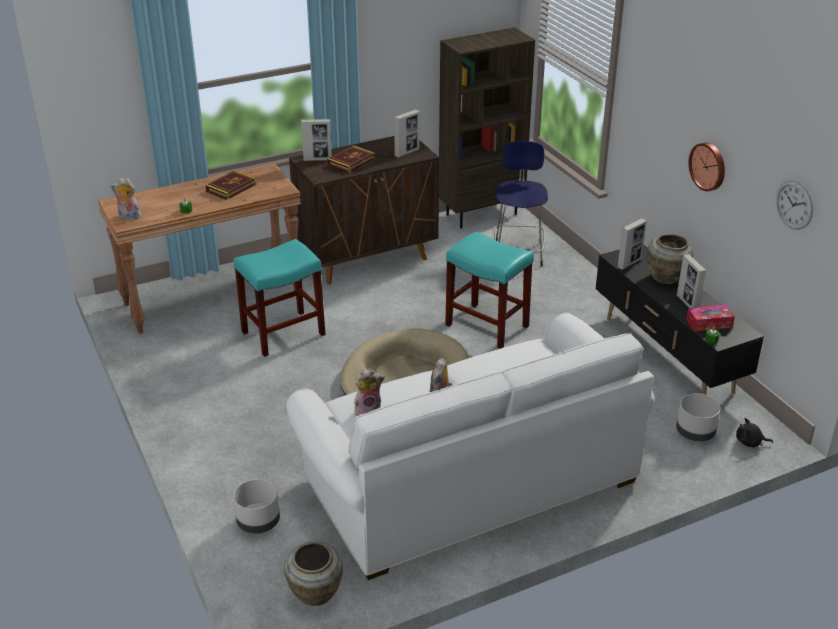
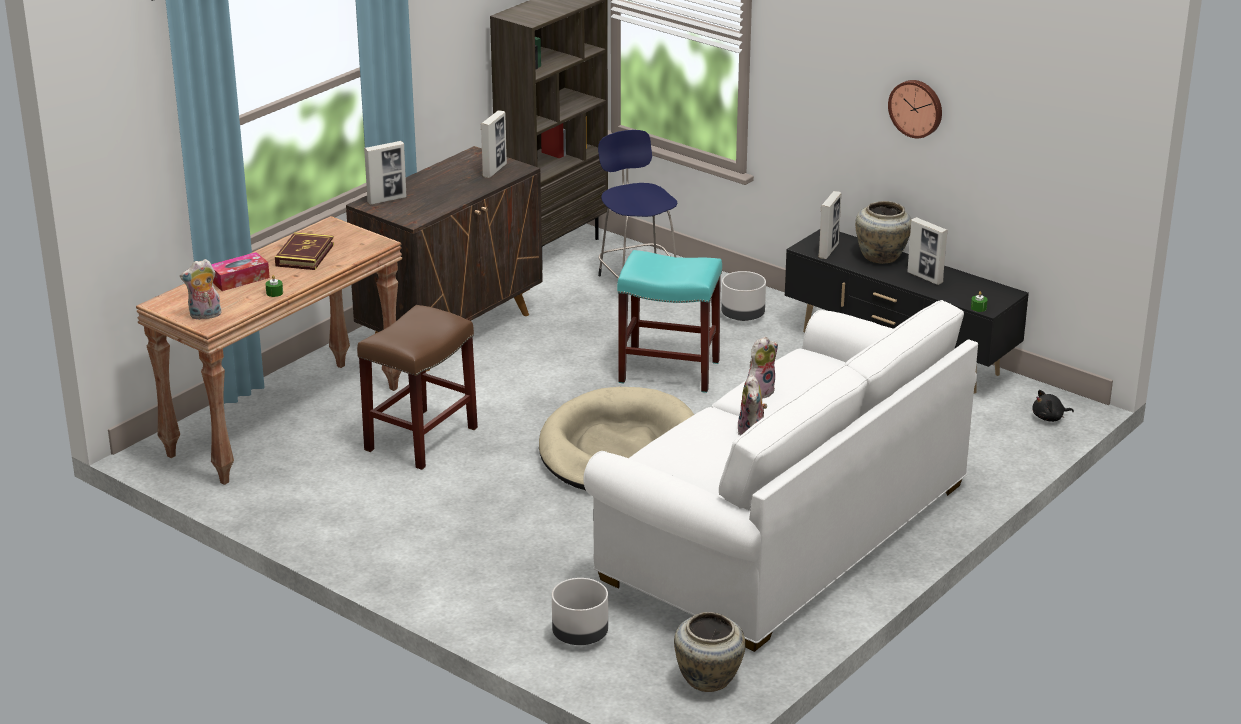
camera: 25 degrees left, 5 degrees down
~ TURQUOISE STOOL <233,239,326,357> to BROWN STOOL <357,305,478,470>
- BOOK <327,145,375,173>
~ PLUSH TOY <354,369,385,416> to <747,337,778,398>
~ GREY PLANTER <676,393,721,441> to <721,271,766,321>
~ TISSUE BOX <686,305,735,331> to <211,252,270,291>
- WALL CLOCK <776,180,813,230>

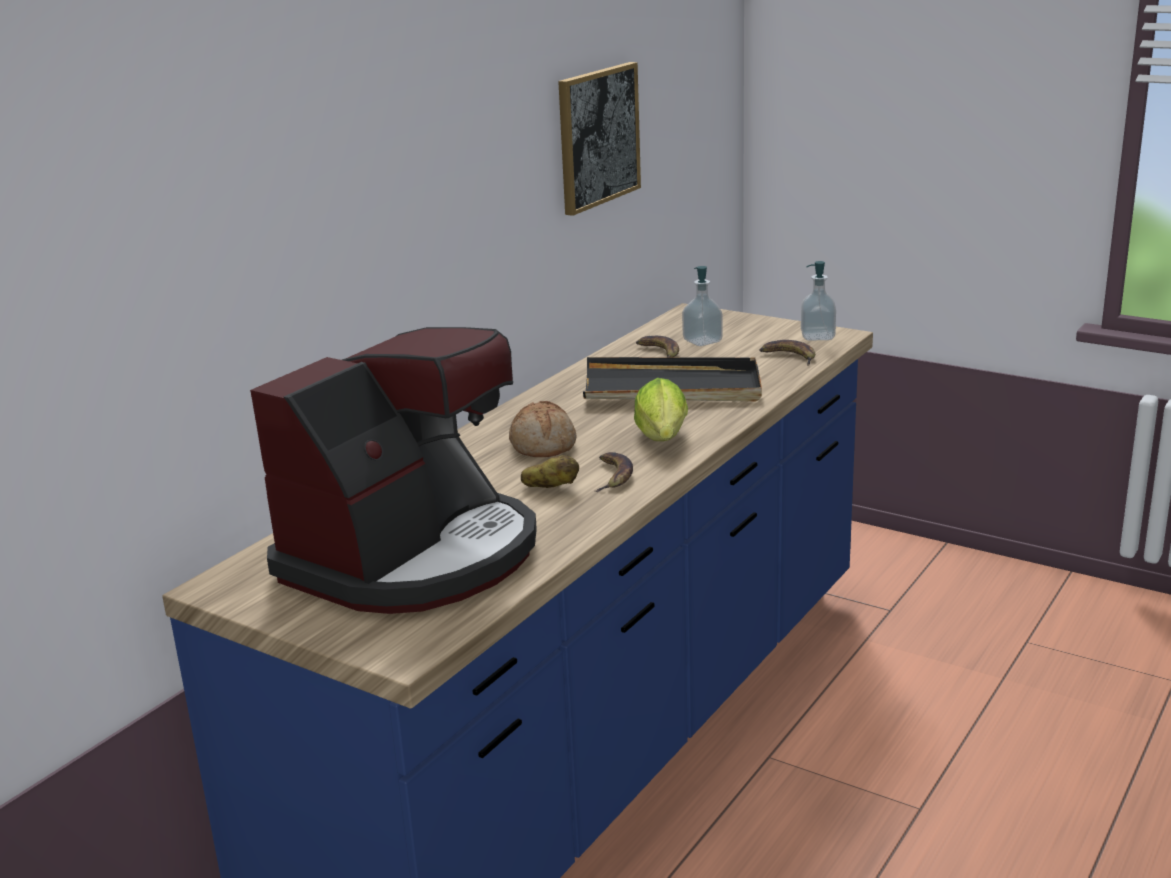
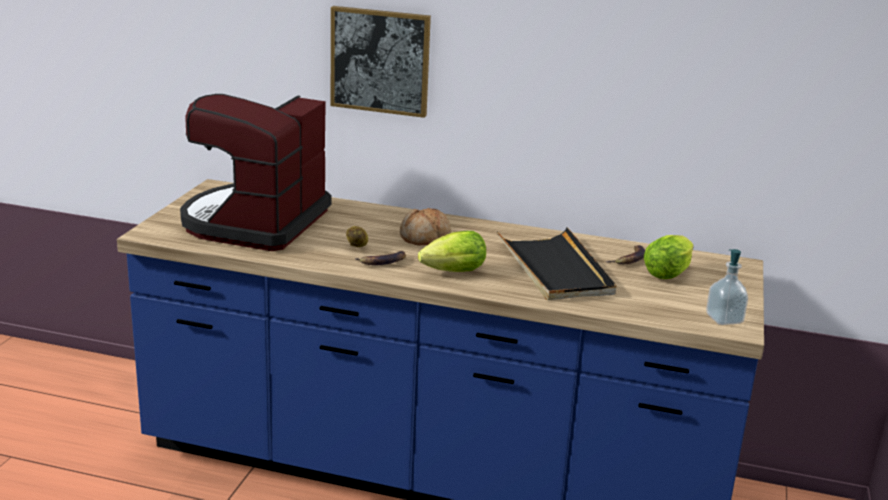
camera: 70 degrees right, 0 degrees up
~ COFFEE MACHINE <250,327,537,614> = <180,94,332,251> 90 degrees clockwise
~ PICTURE <558,62,641,216> to <331,6,431,118>
~ SOAP DISPENSER <682,266,723,346> to LETTUCE <644,235,694,279>
- BANANA <759,340,815,365>

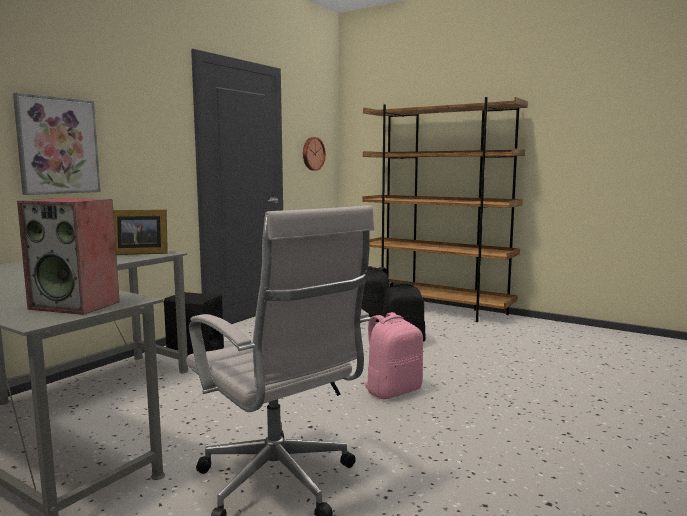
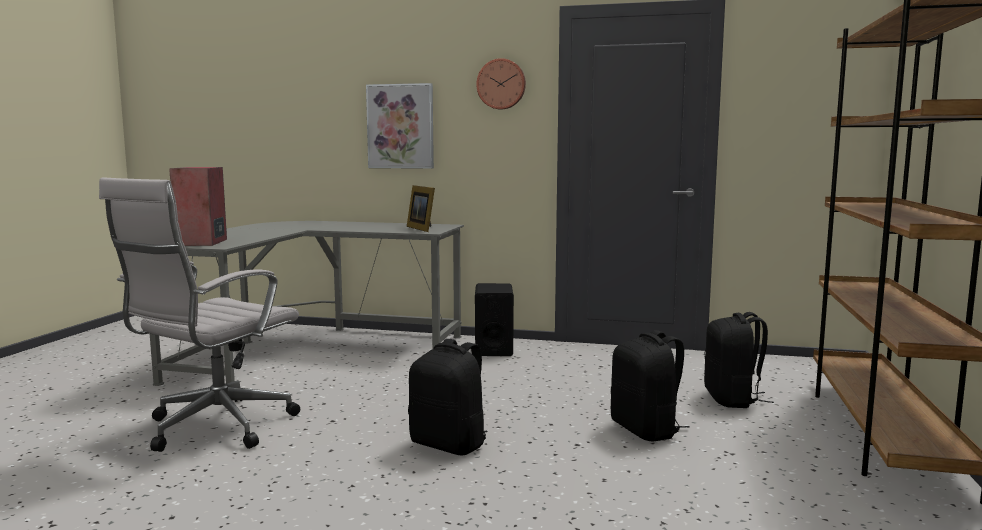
camera: 70 degrees right, 0 degrees up
~ WALL CLOCK <303,137,326,171> to <476,58,526,110>
~ PINK BACKPACK <363,312,423,400> to BLACK BACKPACK <408,339,488,455>

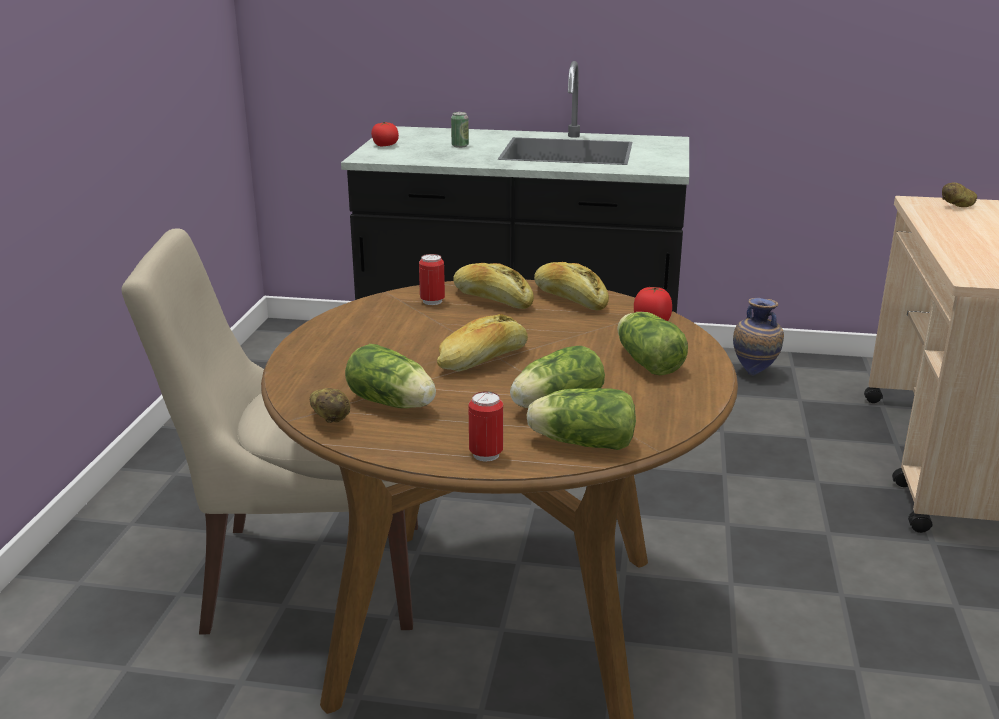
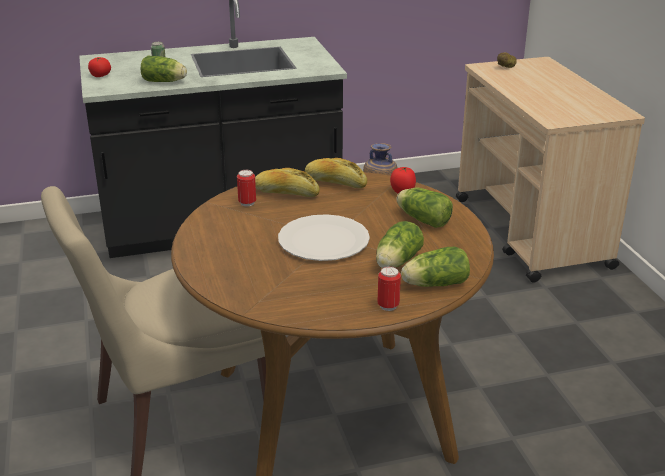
camera: 25 degrees left, 5 degrees up
- POTATO <310,388,350,423>
~ LETTUCE <345,344,436,408> to <140,55,187,82>
~ BREAD <437,314,528,372> to WHITE PLATE <278,214,370,261>

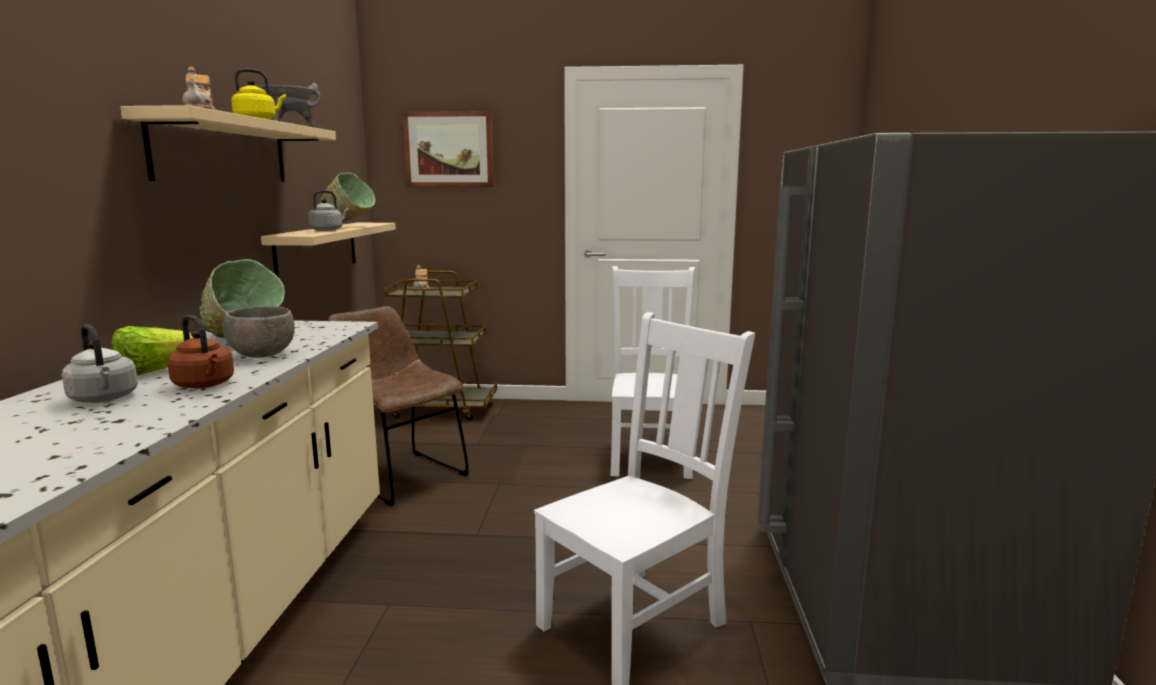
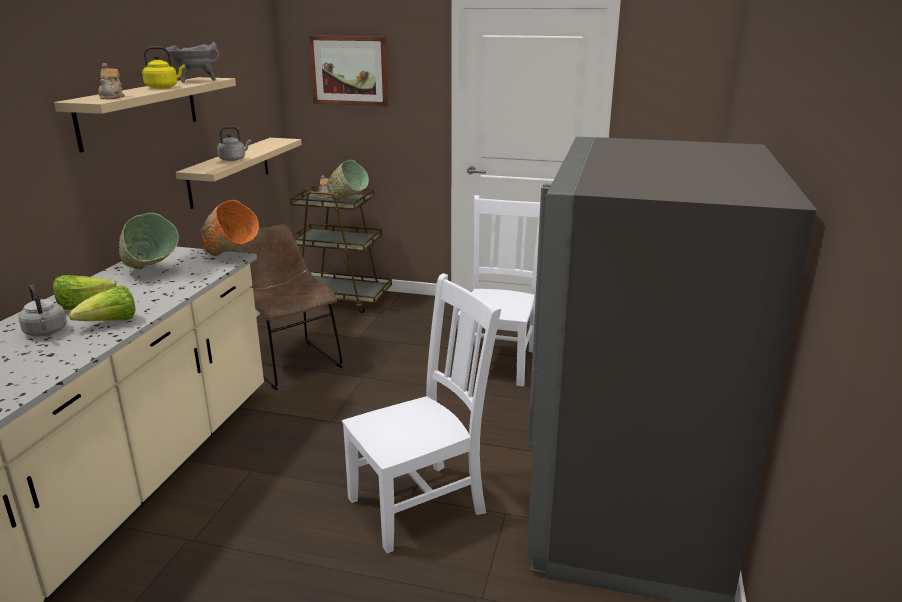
camera: 10 degrees right, 10 degrees up
~ BROWN KETTLE <167,315,234,388> to LETTUCE <69,286,135,321>
- GREY BOWL <222,306,295,358>
~ GREEN BOWL <319,172,376,222> to <327,160,369,201>
+ ORANGE BOWL <200,200,259,256>

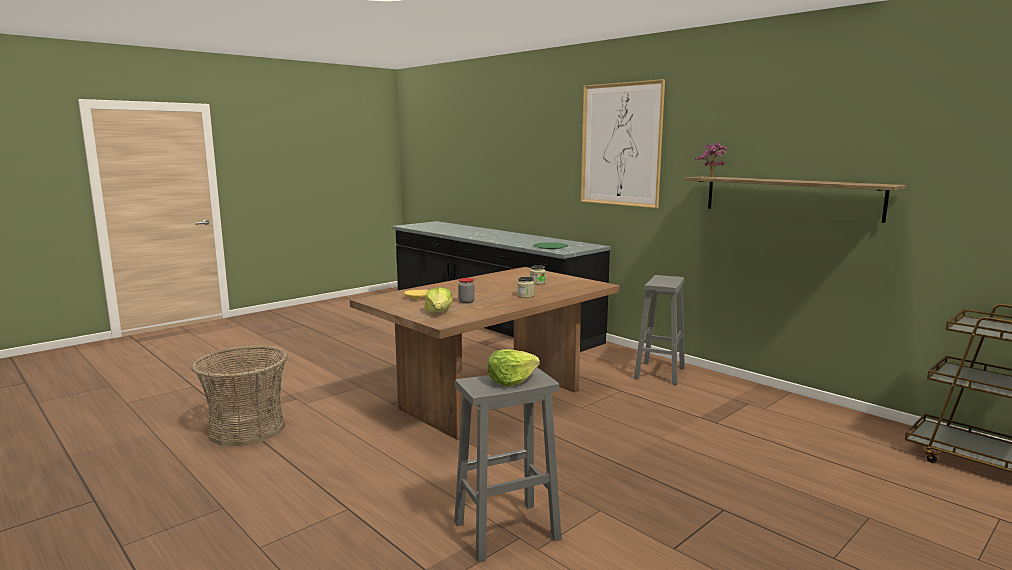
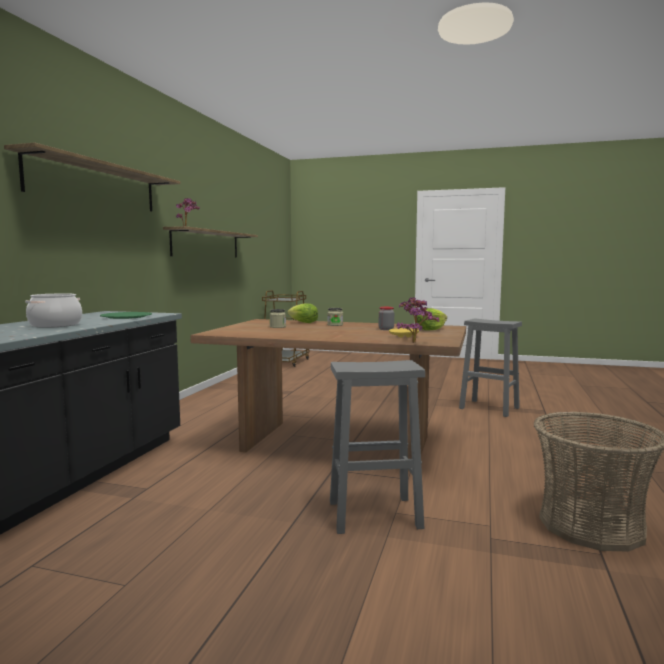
camera: 120 degrees left, 5 degrees down
~ LETTUCE <487,349,540,386> to <287,304,318,323>
~ PICTURE <581,79,665,208> to SHELF <4,143,180,212>
~ GREY STOOL <634,275,685,385> to <330,360,425,534>
+ COOKING POT <25,293,82,328>
+ POTTED PLANT <396,297,439,343>

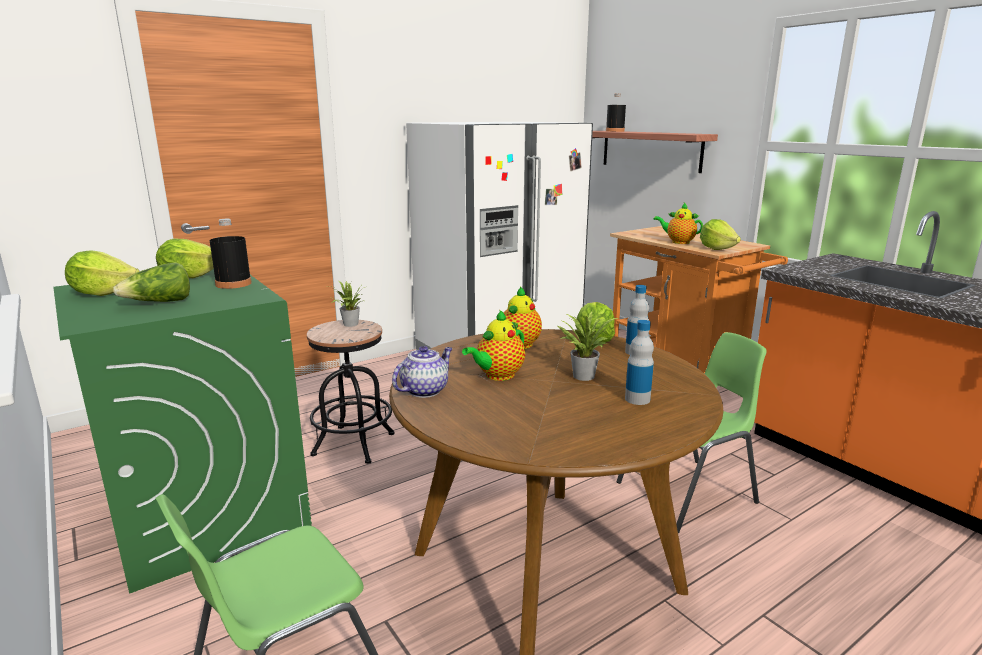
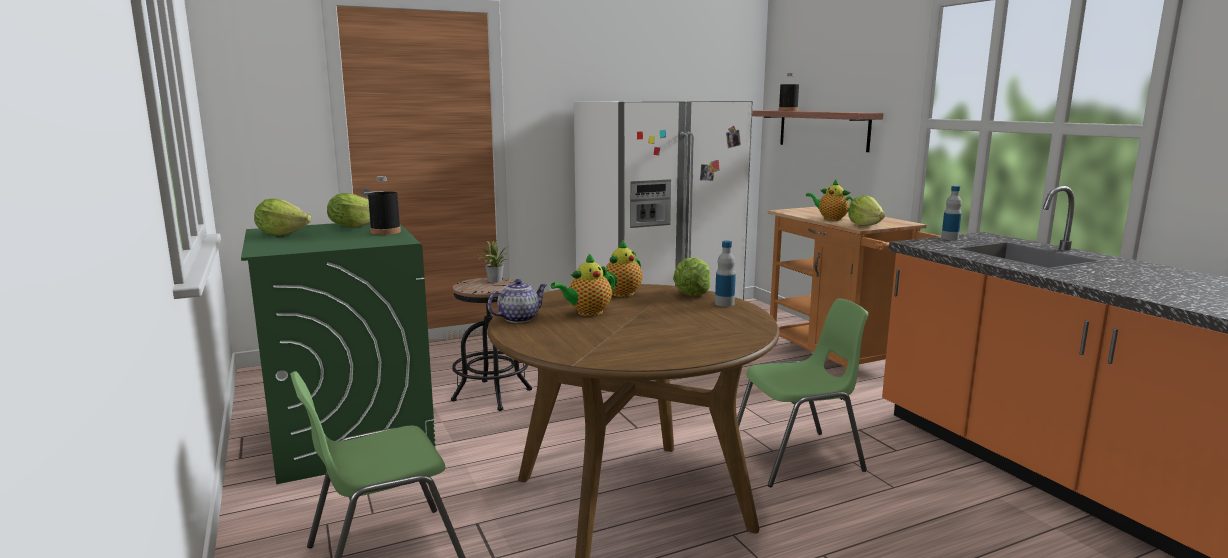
camera: 10 degrees right, 5 degrees down
- LETTUCE <113,262,190,302>
- POTTED PLANT <558,311,618,381>
~ BOTTLE <625,320,654,405> to <941,186,962,240>

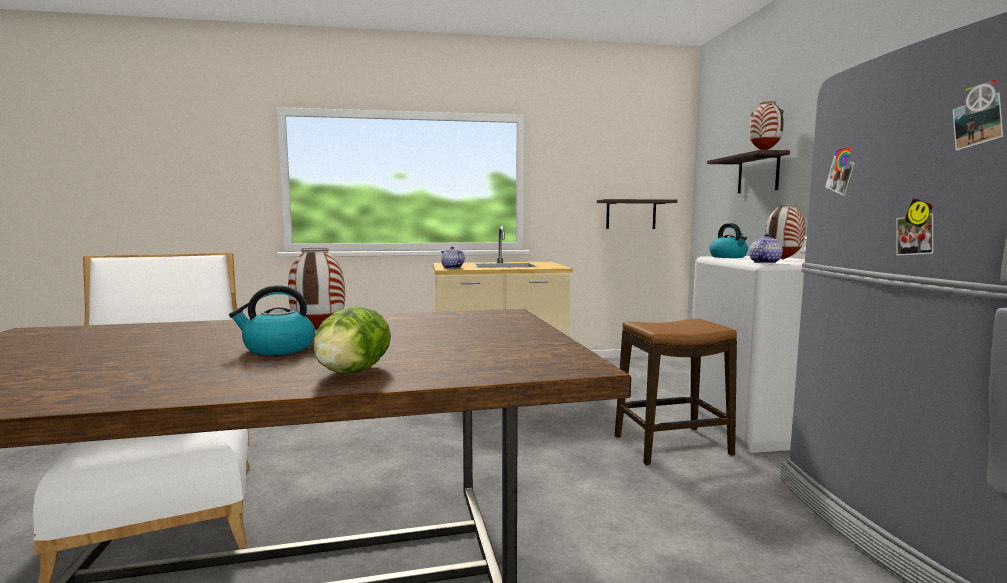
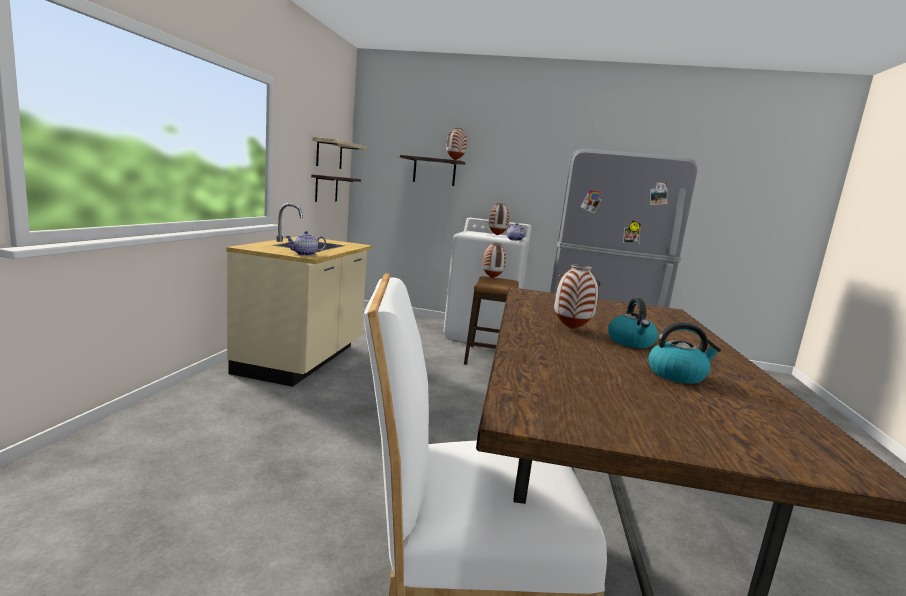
camera: 70 degrees left, 5 degrees up
- LETTUCE <314,307,391,374>
~ KETTLE <709,223,748,258> to <648,322,721,384>
+ SHELF <312,137,367,169>
+ VASE <483,242,506,278>

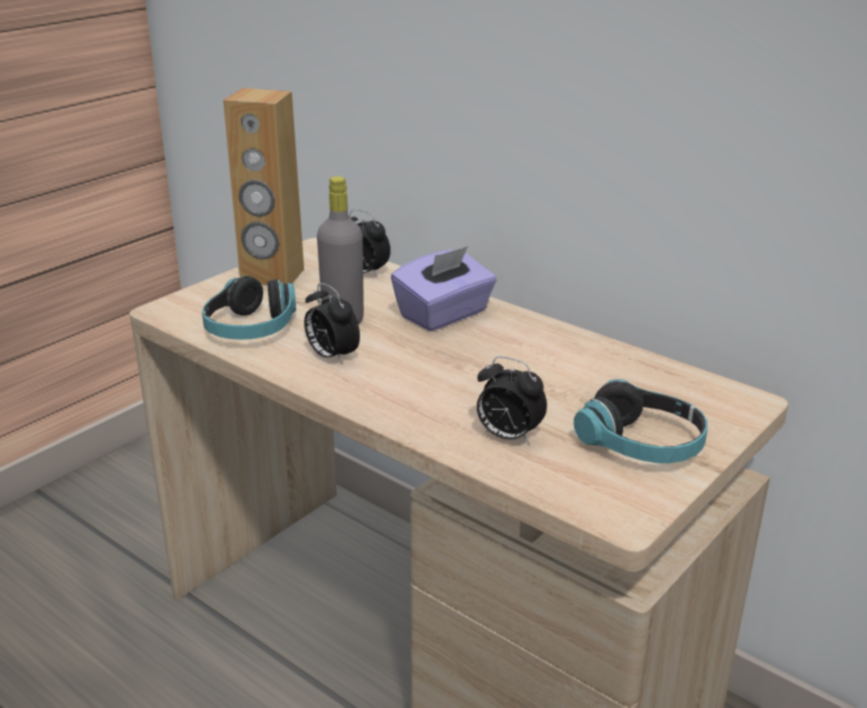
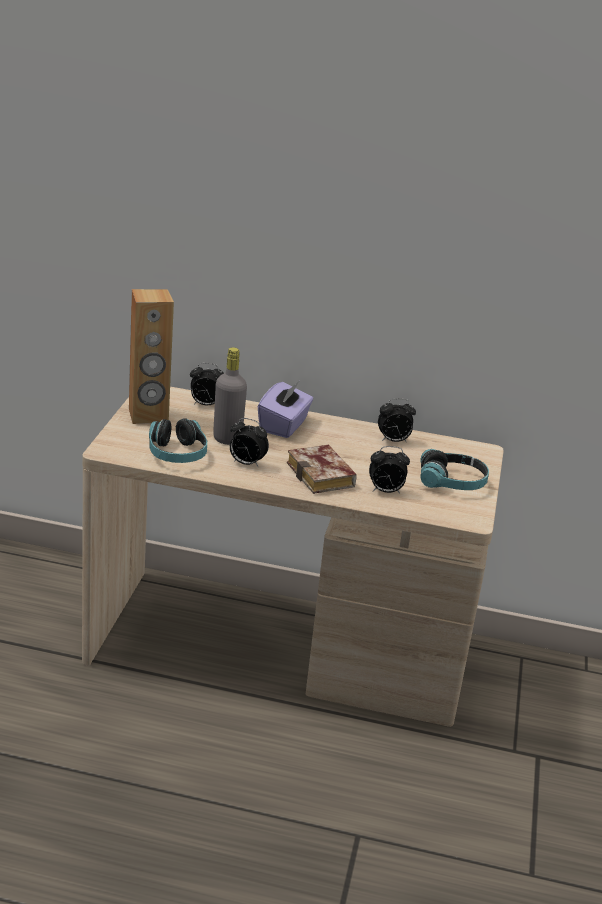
camera: 30 degrees left, 0 degrees up
+ BOOK <287,444,356,494>
+ ALARM CLOCK <378,398,416,442>

